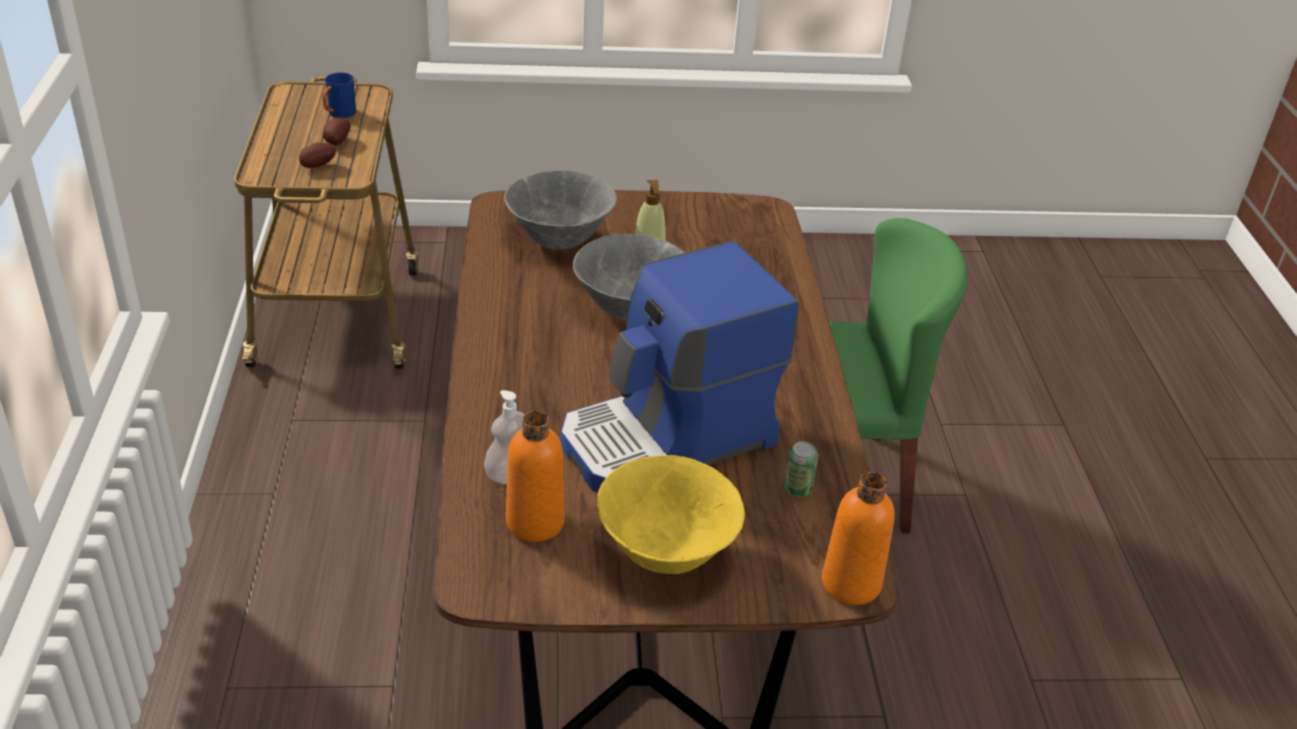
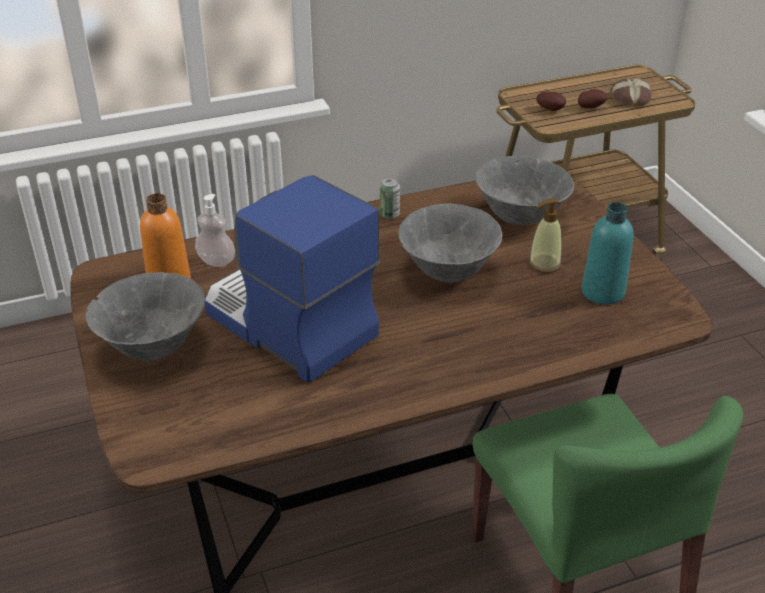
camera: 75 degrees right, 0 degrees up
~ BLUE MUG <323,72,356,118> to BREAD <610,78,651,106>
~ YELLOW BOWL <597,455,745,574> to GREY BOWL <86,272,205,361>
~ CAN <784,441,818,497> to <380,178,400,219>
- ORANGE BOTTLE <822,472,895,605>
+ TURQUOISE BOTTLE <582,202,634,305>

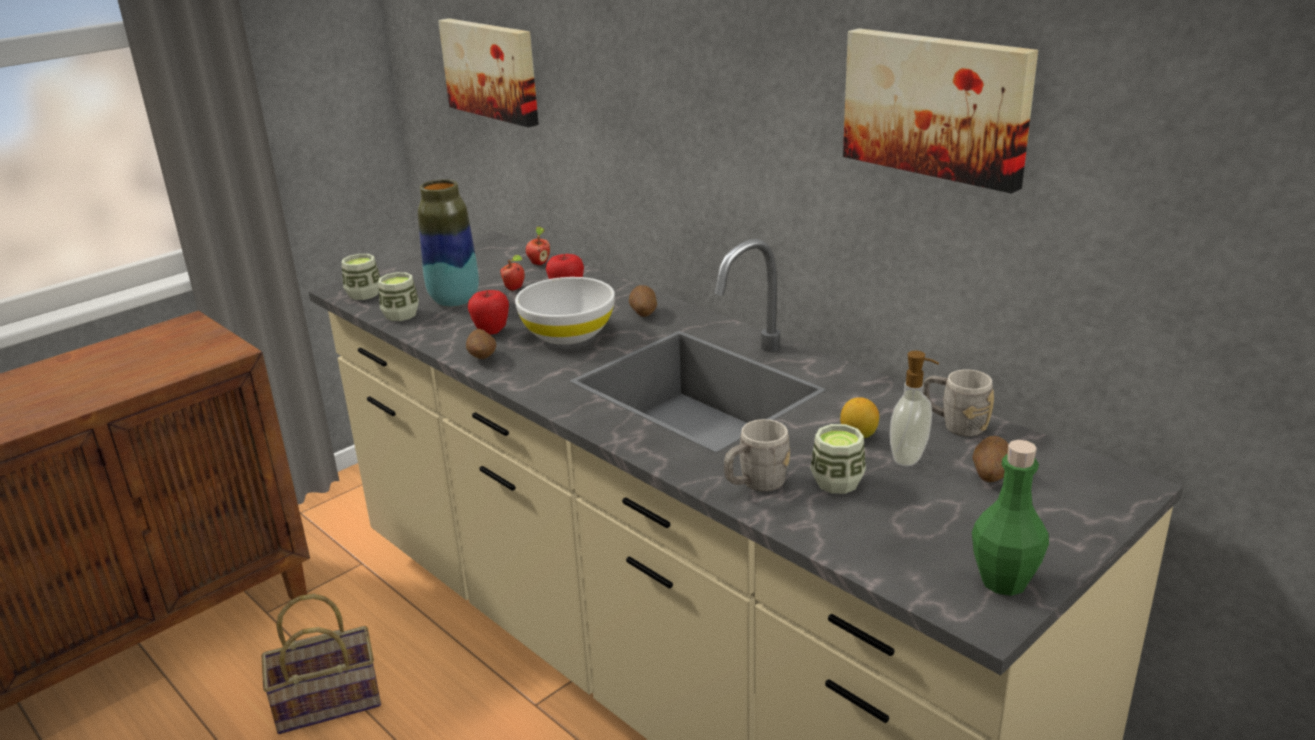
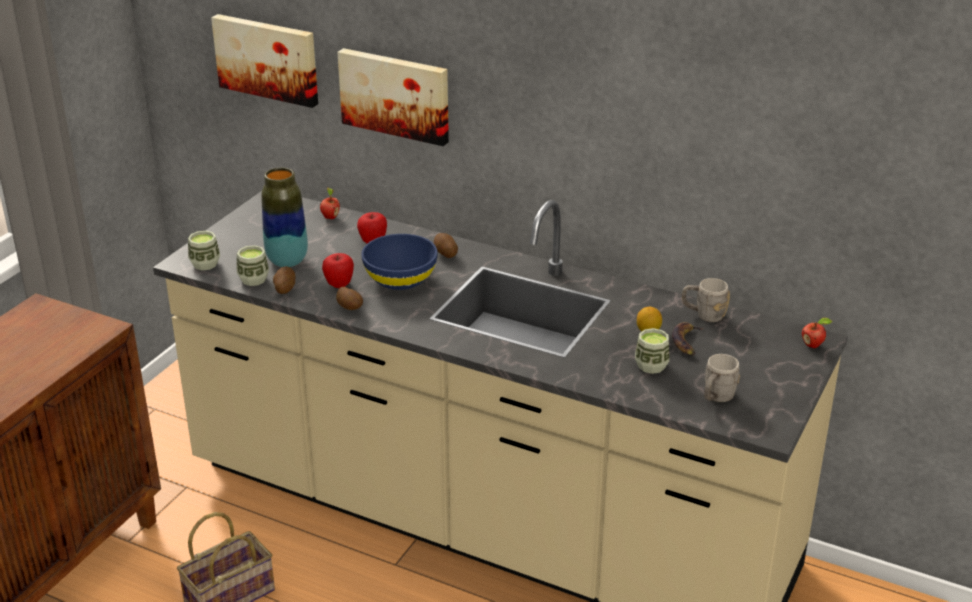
camera: 20 degrees left, 5 degrees up
~ APPLE <500,255,525,291> to <802,318,833,348>
~ WHITE BOWL <515,277,615,345> to BLUE BOWL <361,234,438,290>
~ GREY MUG <724,419,790,492> to <704,354,740,402>
~ PICTURE <843,28,1038,194> to <337,48,449,146>
~ SOAP DISPENSER <890,351,939,466> to BANANA <672,322,704,355>
~ POTATO <972,436,1008,482> to <273,266,295,294>
- GREEN BOTTLE <972,440,1049,596>

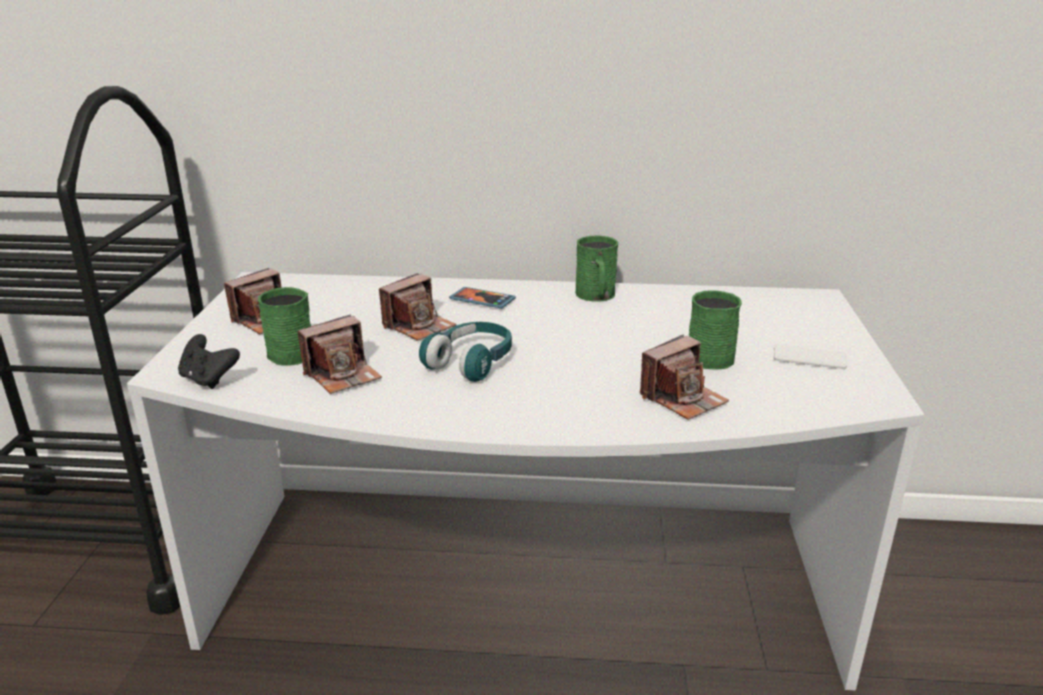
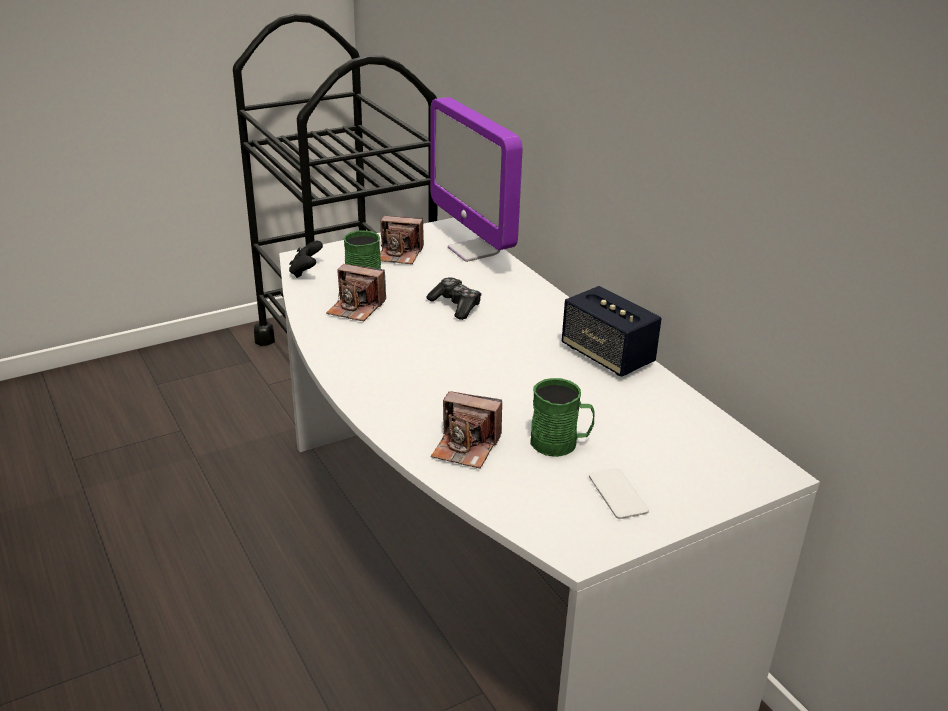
camera: 55 degrees right, 5 degrees up
~ PHOTO CAMERA <379,273,456,341> to GAME CONTROLLER <427,277,481,320>
- TURQUOISE HEADPHONES <419,322,512,382>
- PHONE <449,287,516,308>
~ GREEN MUG <575,235,618,302> to SPEAKER <562,286,662,377>
+ MONITOR <430,97,522,262>

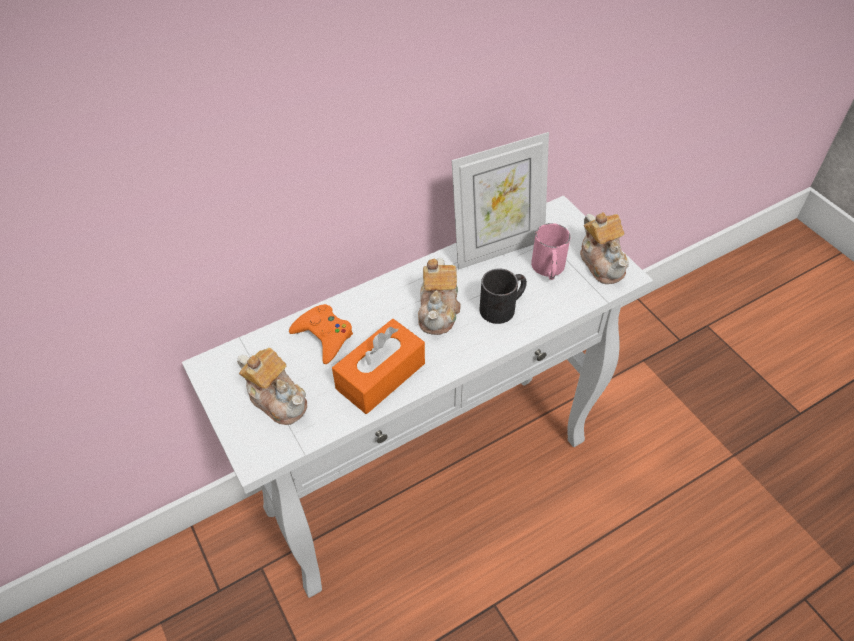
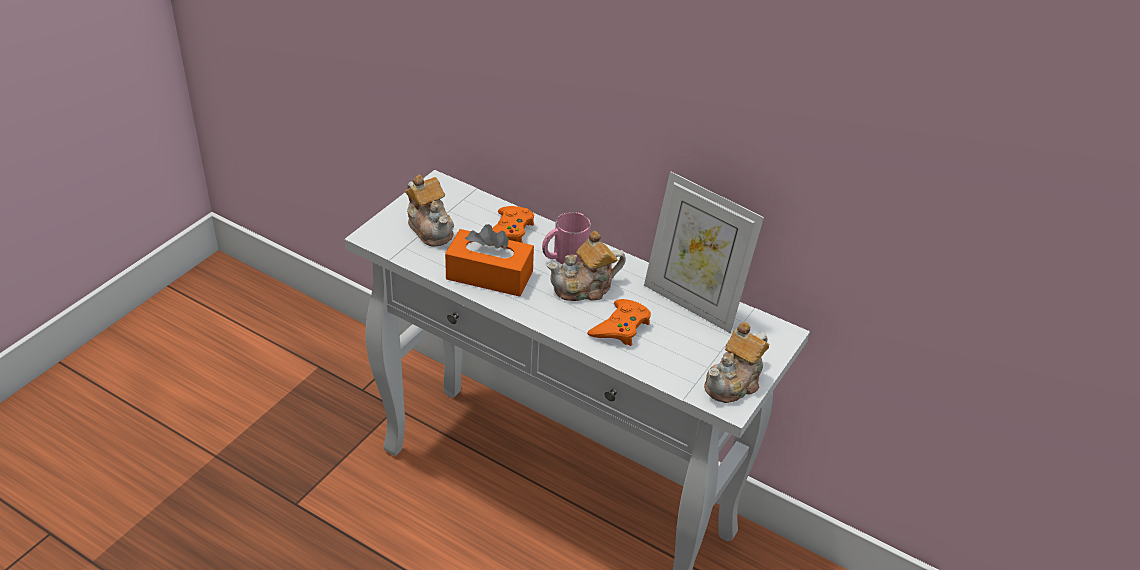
camera: 60 degrees right, 10 degrees down
~ TEAPOT <237,348,307,425> = <405,175,454,247> 45 degrees counterclockwise
~ BLACK MUG <479,268,527,324> to ORANGE GAME CONTROLLER <587,299,651,346>
~ PINK MUG <531,223,570,280> to <542,212,591,264>

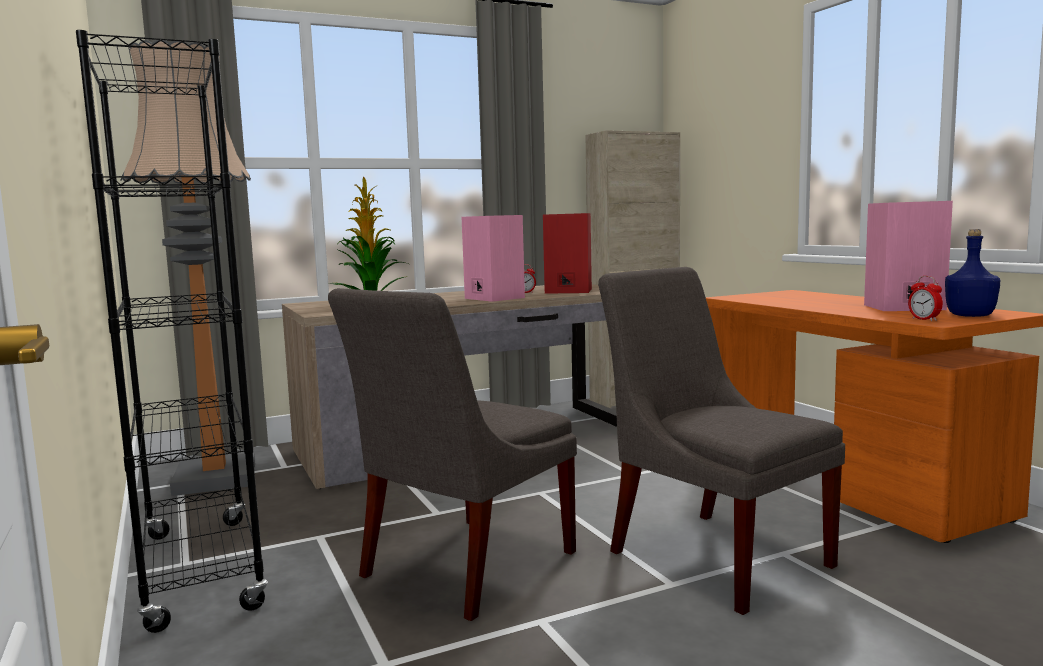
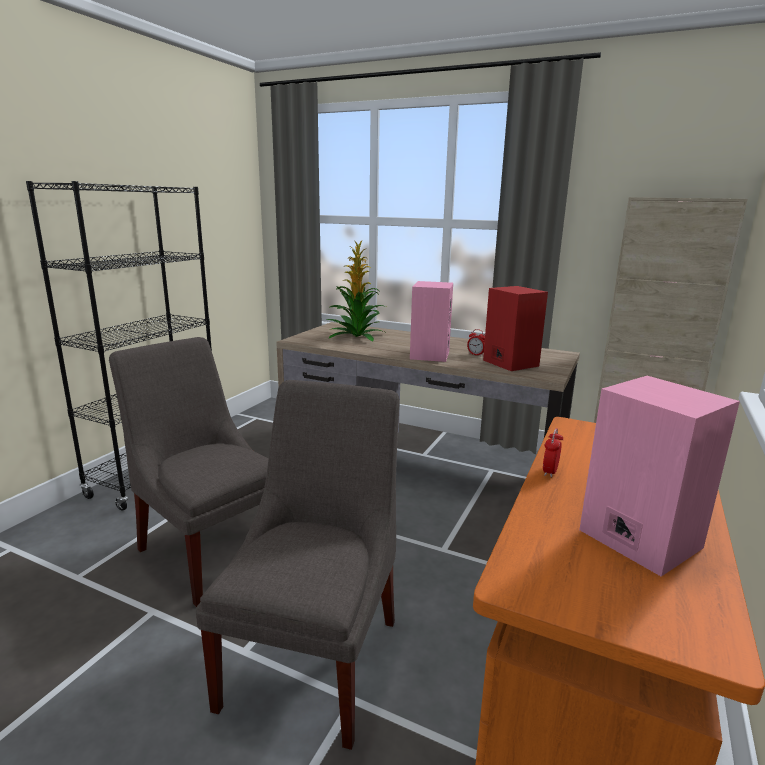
camera: 50 degrees right, 10 degrees up
- FLOOR LAMP <120,40,255,496>
~ GREY CHAIR <328,288,577,621> = <109,337,269,607> 45 degrees clockwise
~ ALARM CLOCK <908,276,943,321> to <543,428,563,478>
- BLUE BOTTLE <945,229,1000,317>

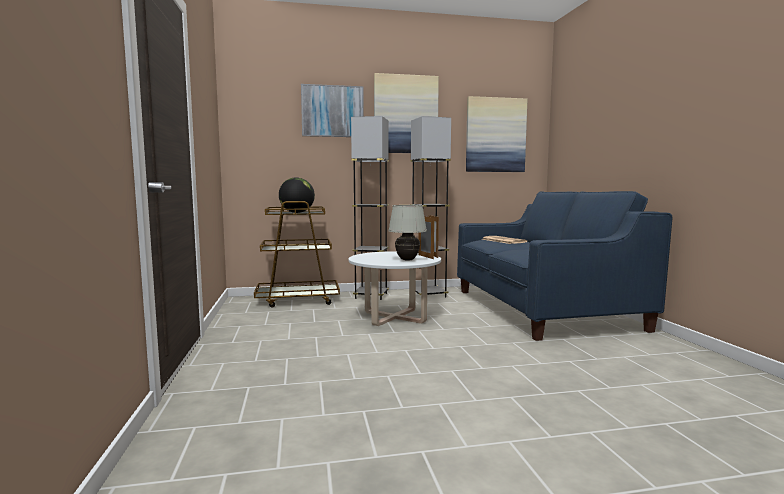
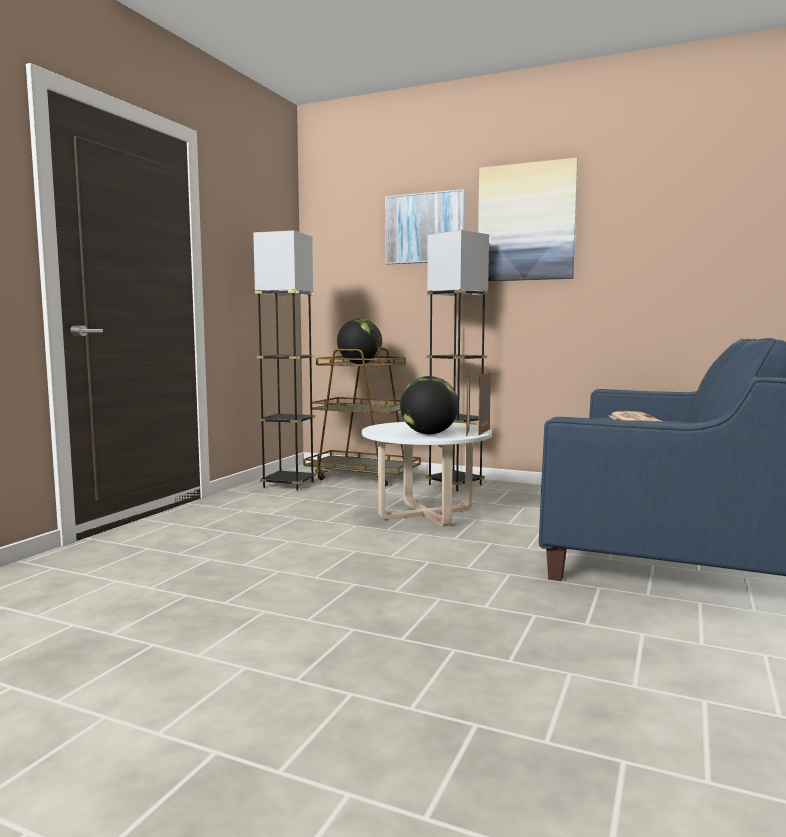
camera: 35 degrees right, 0 degrees up
~ WHITE TABLE LAMP <388,205,427,260> to GLOBE <400,376,459,434>
~ GREY FLOOR LAMP <410,116,451,298> to <253,230,316,490>
- PICTURE <466,96,528,172>

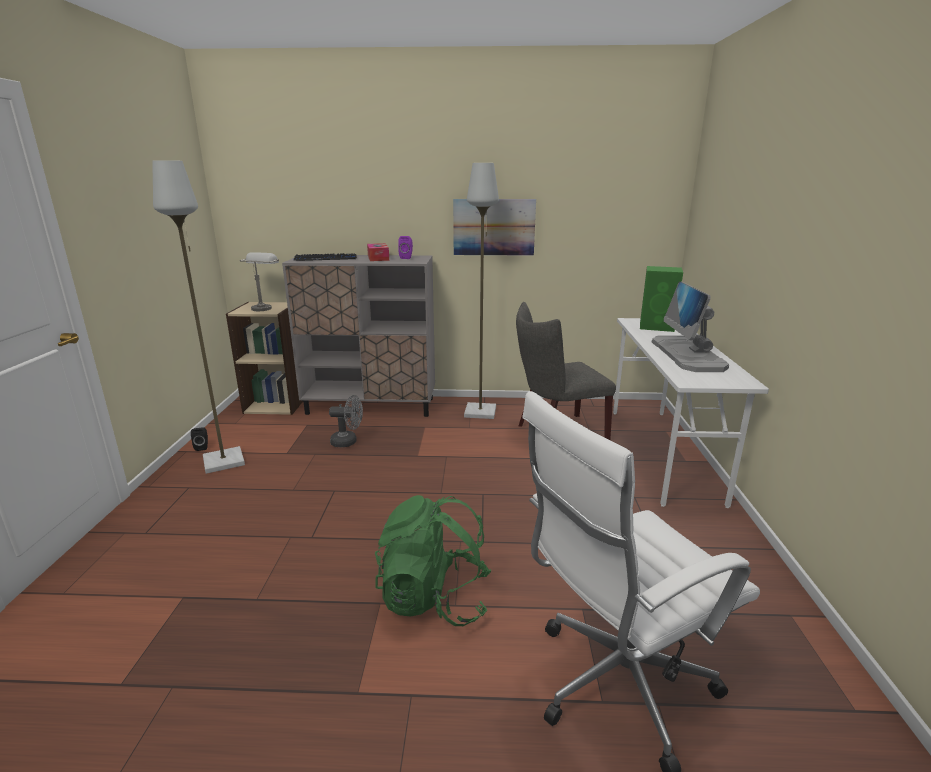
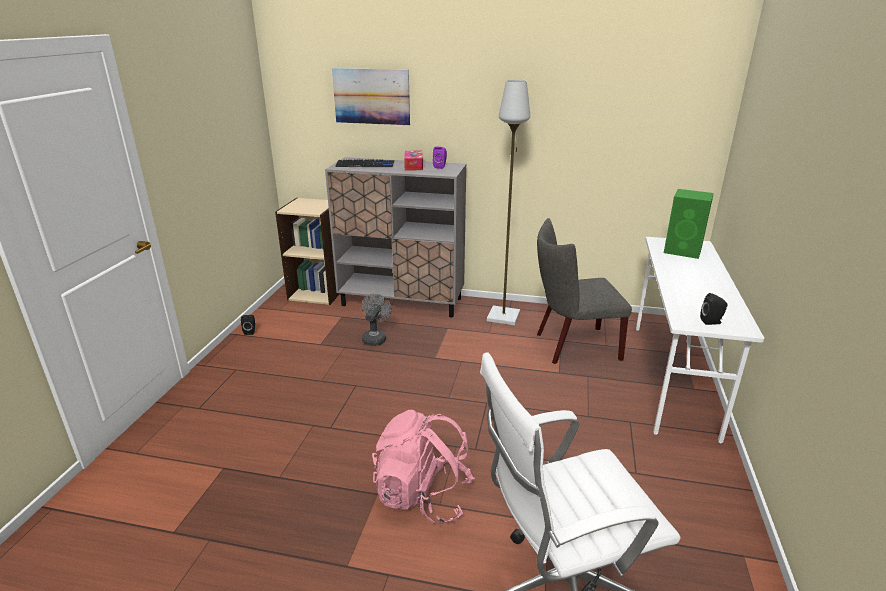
camera: 10 degrees right, 5 degrees up
- GREY FLOOR LAMP <153,160,245,474>
- GREY TABLE LAMP <240,252,279,311>
~ GREY FAN <329,395,363,447> = <362,294,392,346> 90 degrees counterclockwise
~ GREEN BACKPACK <375,495,491,626> to PINK BACKPACK <372,410,475,525>
~ PICTURE <453,199,536,256> to <332,68,410,125>
- MONITOR <652,281,729,372>
+ BLACK SPEAKER <700,293,728,325>

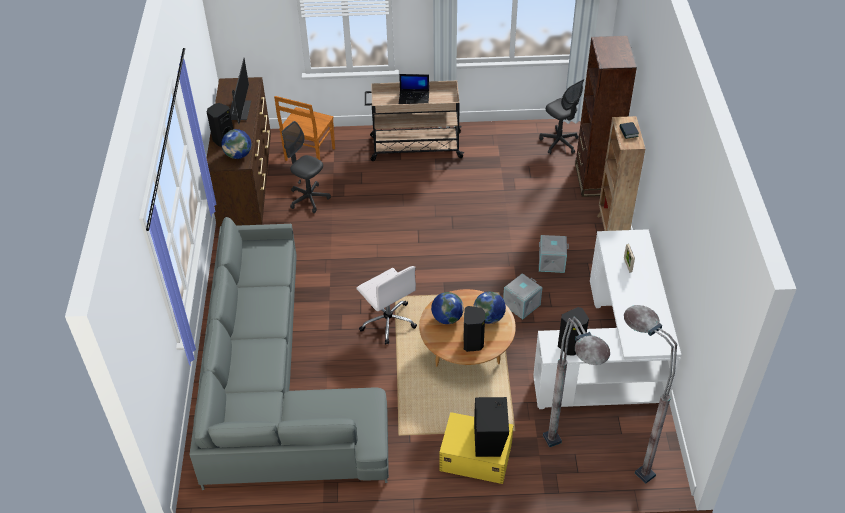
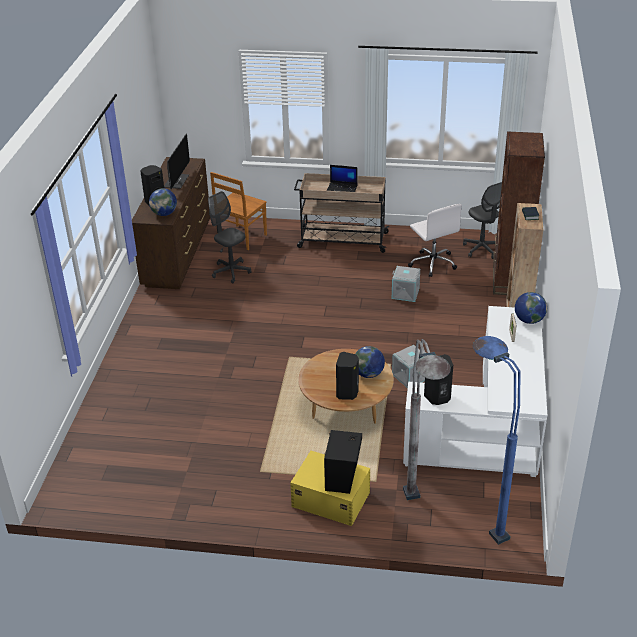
camera: 10 degrees right, 10 degrees down
- GREY SOFA <190,217,389,490>
~ WHITE OFFICE CHAIR <356,266,417,344> to <408,204,462,277>
~ GLOBE <431,292,464,324> to <515,292,547,324>
~ GREY STORAGE BOX <539,235,569,273> to <392,266,420,302>
~ GREY FLOOR LAMP <624,305,677,484> to BLUE FLOOR LAMP <473,336,521,545>

